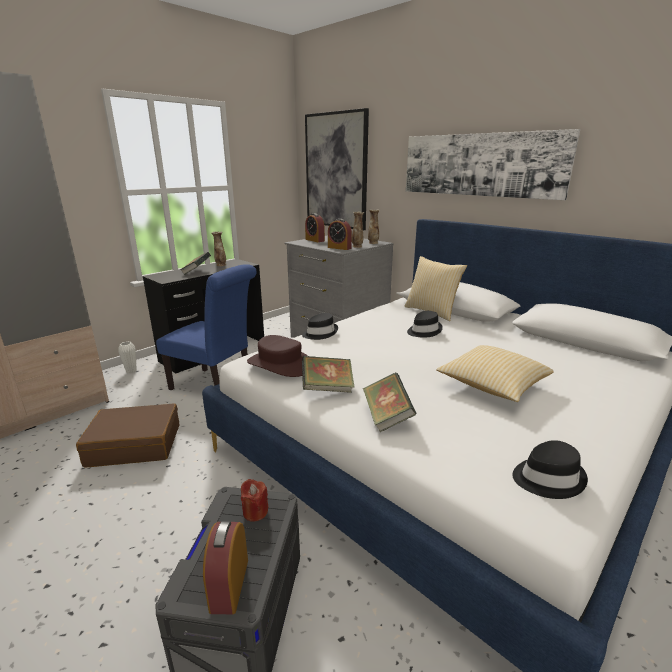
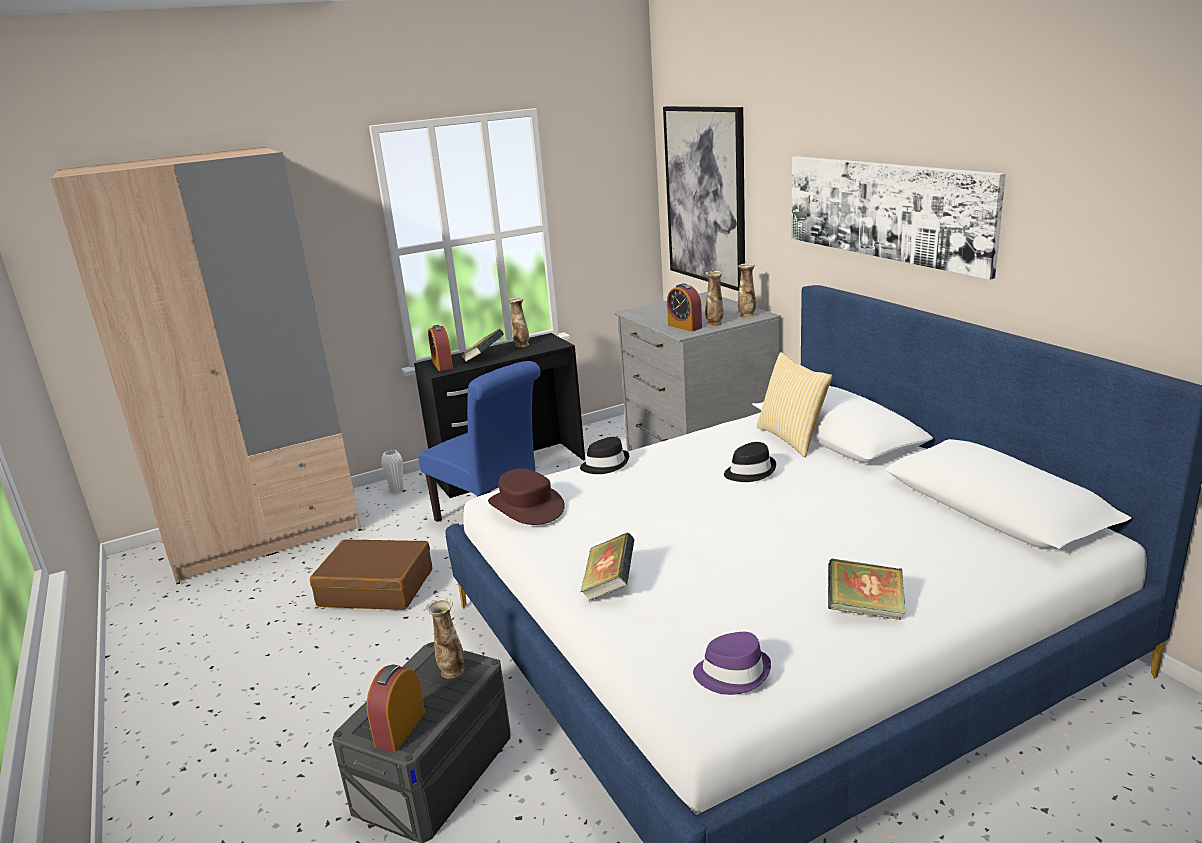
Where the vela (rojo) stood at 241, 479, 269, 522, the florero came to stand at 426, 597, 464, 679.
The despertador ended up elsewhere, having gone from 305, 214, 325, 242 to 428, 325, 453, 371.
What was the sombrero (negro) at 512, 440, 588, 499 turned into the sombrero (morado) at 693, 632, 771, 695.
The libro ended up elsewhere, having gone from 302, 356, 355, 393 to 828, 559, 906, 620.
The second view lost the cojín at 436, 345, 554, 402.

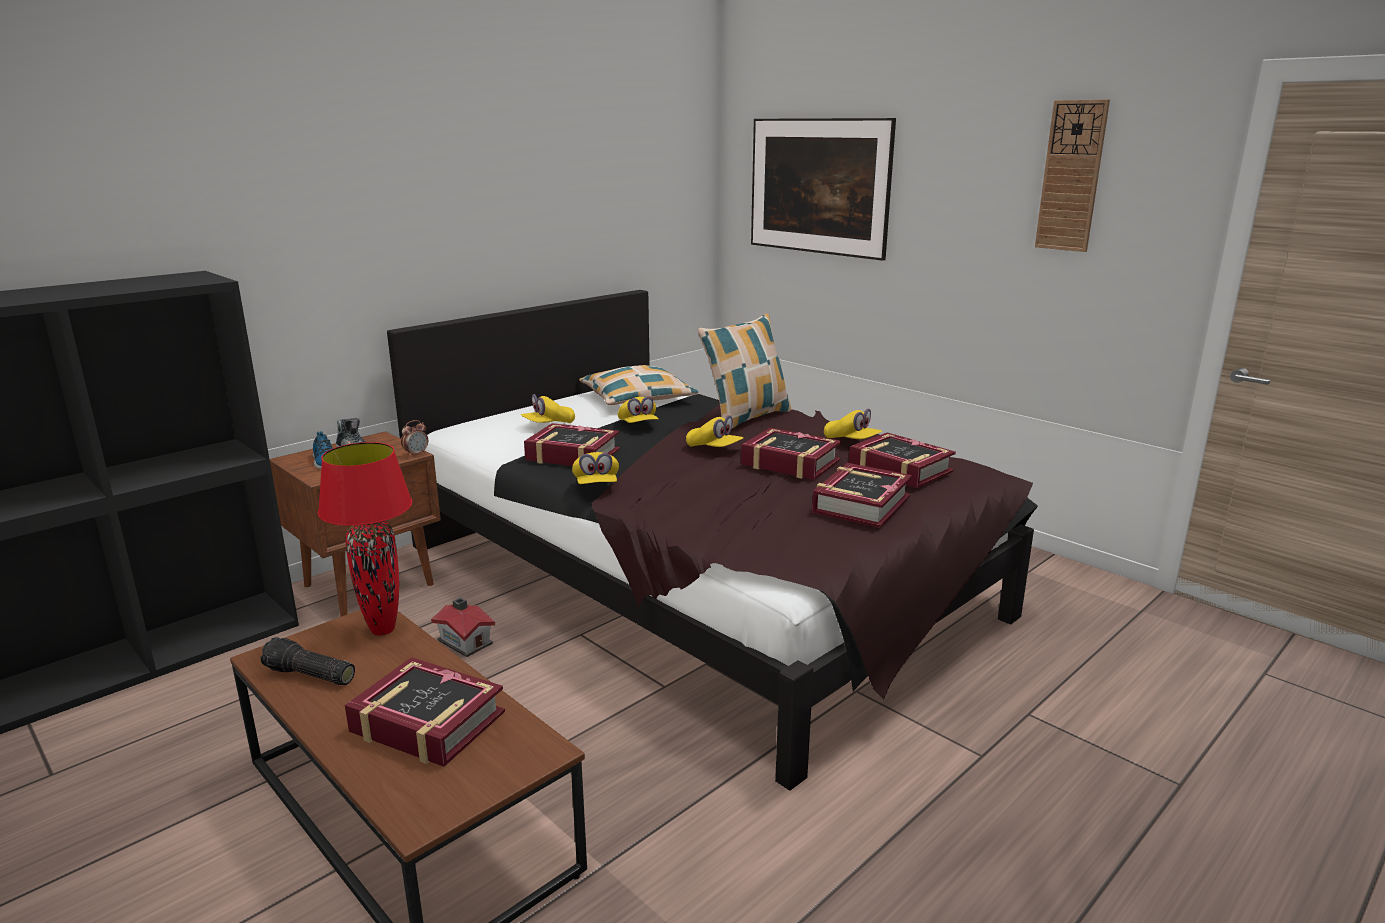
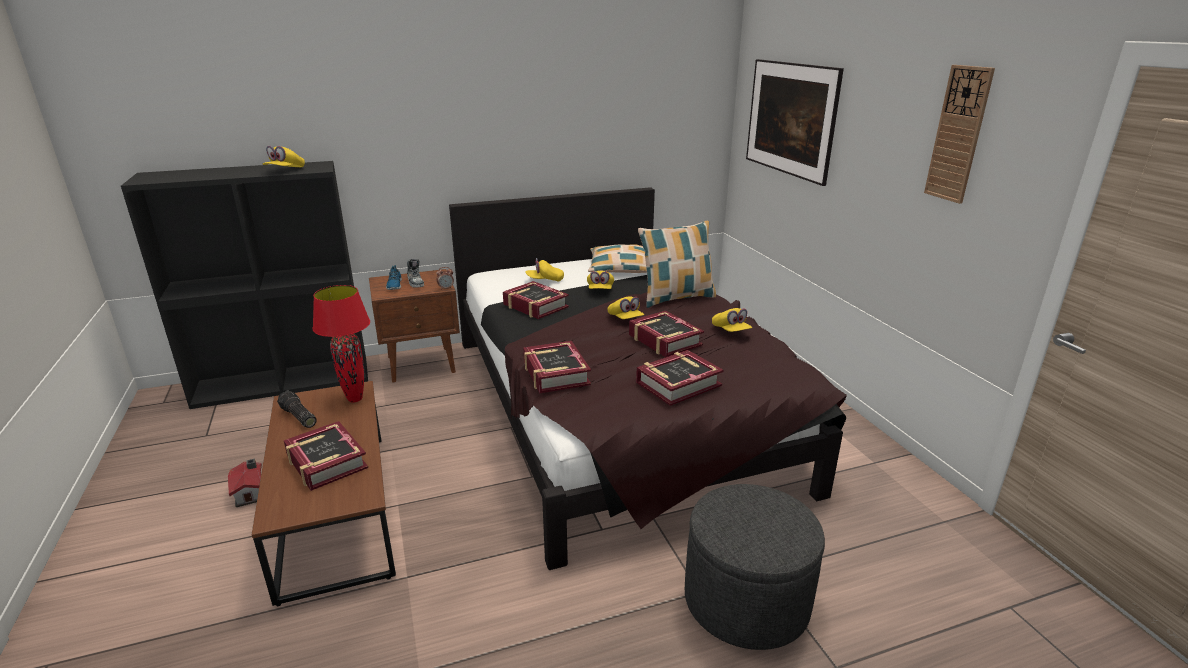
The casita ended up elsewhere, having gone from 431, 597, 495, 657 to 228, 459, 262, 507.
The gorra (amarillo) ended up elsewhere, having gone from 572, 452, 619, 484 to 263, 146, 305, 167.
The libro ended up elsewhere, having gone from 849, 432, 956, 488 to 523, 341, 591, 393.
The second view gained the puf (gris) at 685, 484, 825, 650.

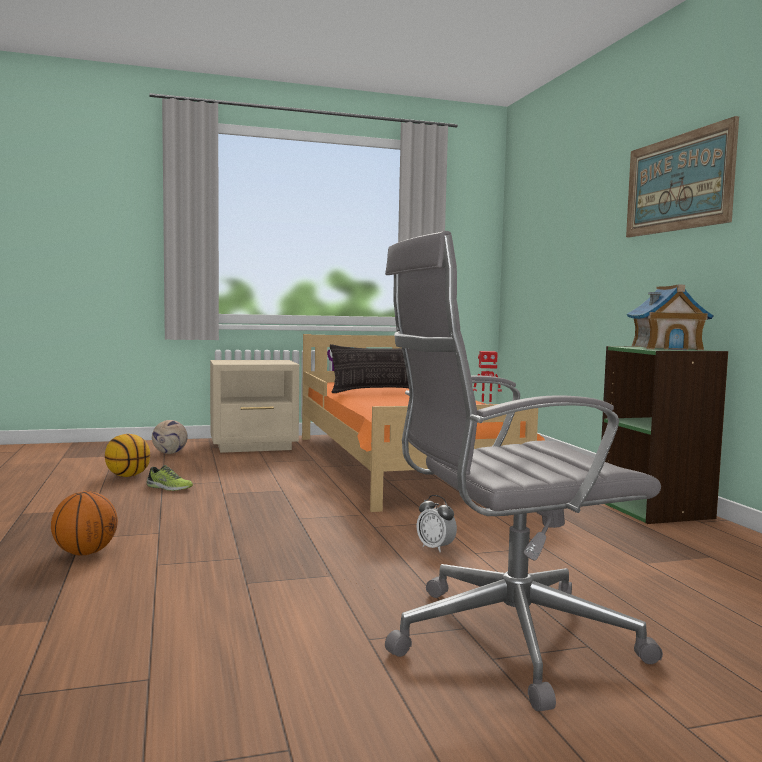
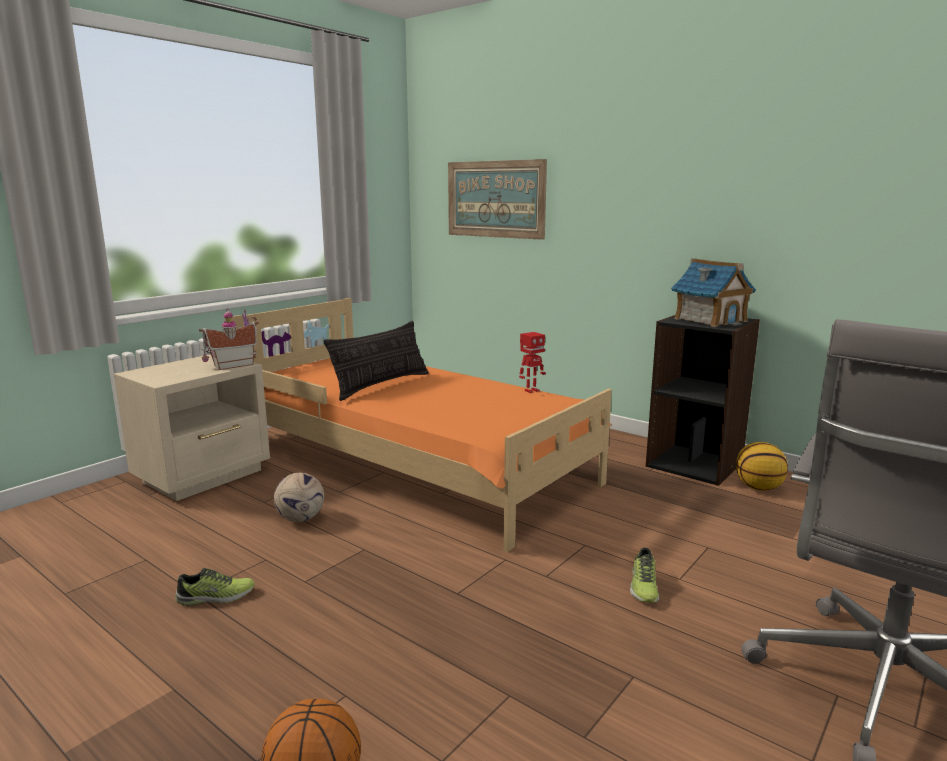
The second view gained the casita at 199, 308, 259, 370.
The balón de fútbol ended up elsewhere, having gone from 152, 420, 188, 454 to 274, 473, 324, 522.
The cuadro ended up elsewhere, having gone from 626, 116, 739, 237 to 448, 159, 547, 240.
Where the despertador stood at 417, 495, 457, 552, the zapato came to stand at 630, 548, 659, 603.
What was the estantería (verde) at 601, 346, 728, 524 turned into the estantería (negro) at 646, 315, 760, 486.
The balón de baloncesto ended up elsewhere, having gone from 105, 434, 150, 477 to 736, 442, 788, 491.

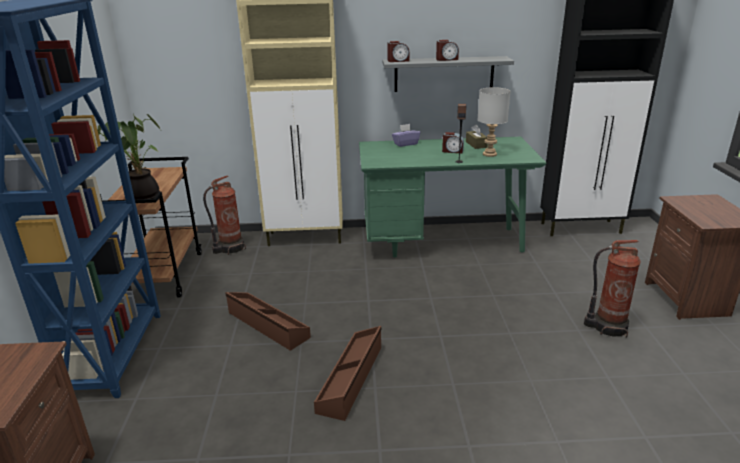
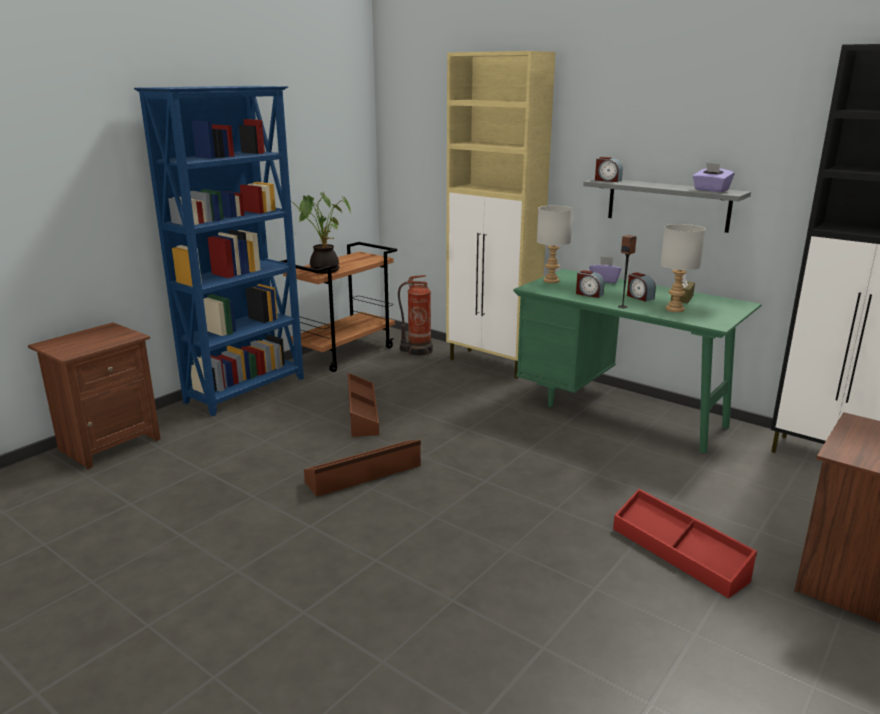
The second view gained the lámpara de mesa (gris) at 537, 206, 573, 283.
The despertador ended up elsewhere, having gone from 436, 40, 459, 61 to 576, 270, 604, 298.
Where the extintor stood at 584, 240, 641, 338, the caja de almacenaje (rojo) came to stand at 613, 489, 757, 598.
The second view gained the caja de pañuelos (morado) at 693, 162, 734, 192.

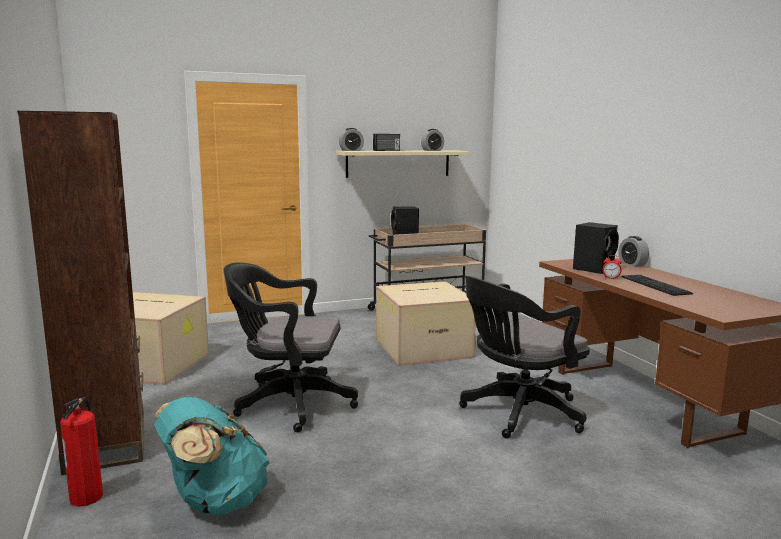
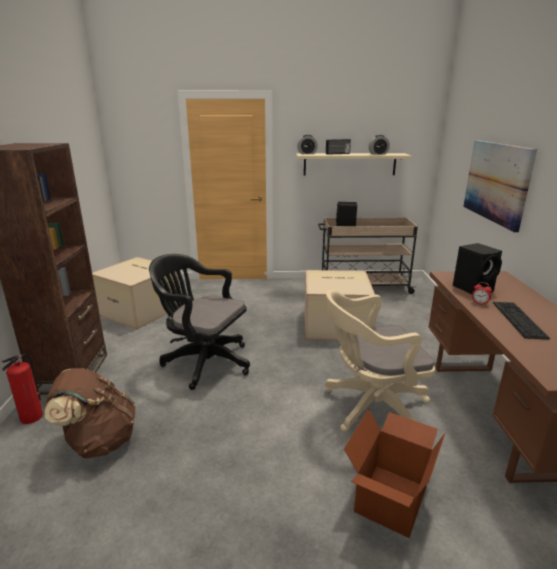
What was the mochila (turquesa) at 155, 397, 269, 515 turned into the mochila (marrón) at 45, 368, 135, 458.
What was the silla de oficina (negro) at 459, 276, 590, 438 turned into the silla de oficina (beis) at 325, 290, 435, 432.
The second view gained the caja de cartón at 344, 409, 445, 538.
The second view gained the cuadro at 463, 140, 537, 232.
The second view lost the despertador at 619, 236, 649, 267.

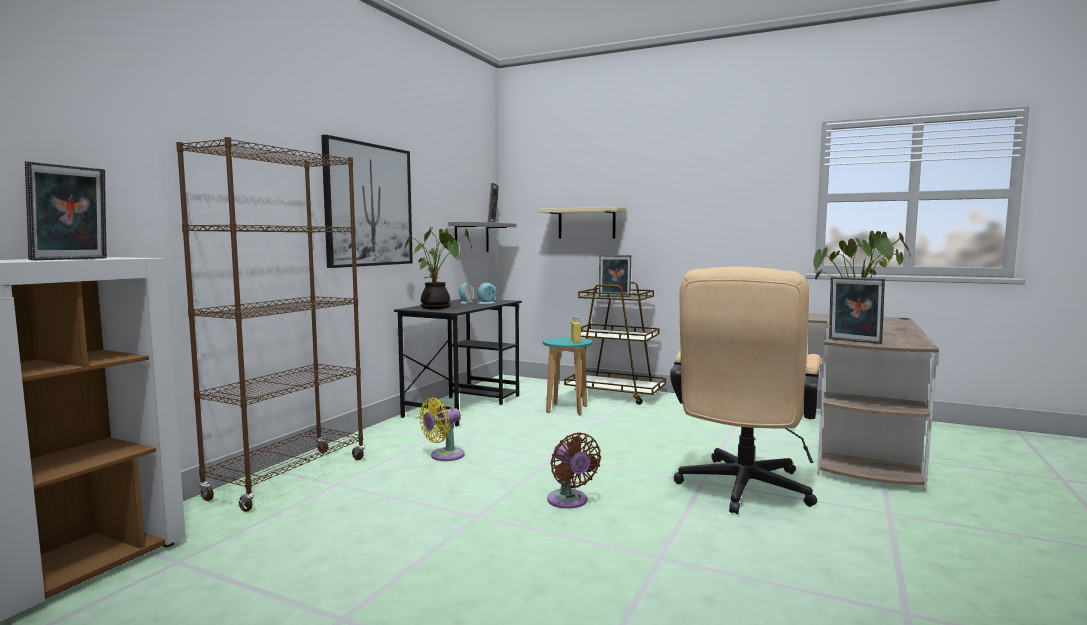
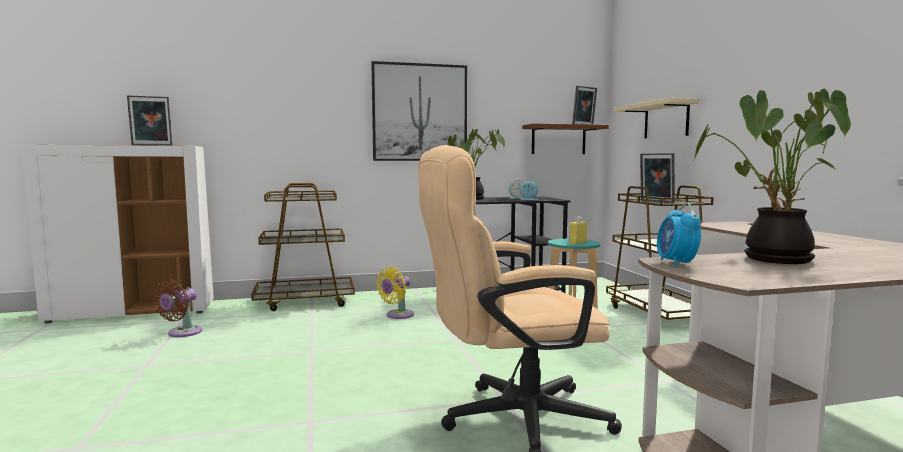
The ventilador (marrón) ended up elsewhere, having gone from 547, 432, 601, 509 to 154, 279, 202, 337.
Where the estantería (marrón) stood at 176, 137, 365, 512, the carrito (marrón) came to stand at 251, 183, 355, 311.
The ventilador (amarillo) at 419, 397, 465, 461 ended up facing another way, 60 degrees counterclockwise from before.
What was the estante (gris) at 448, 222, 517, 252 turned into the estante (marrón) at 522, 123, 609, 154.
Where the portarretratos stood at 829, 277, 885, 344, the despertador came to stand at 657, 203, 701, 267.

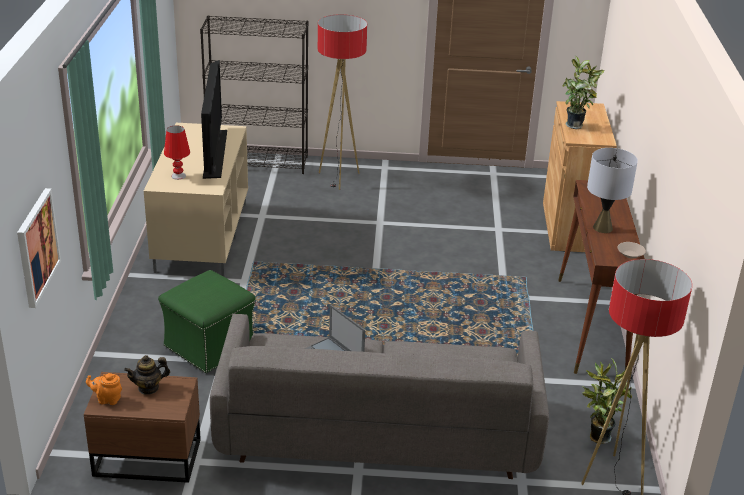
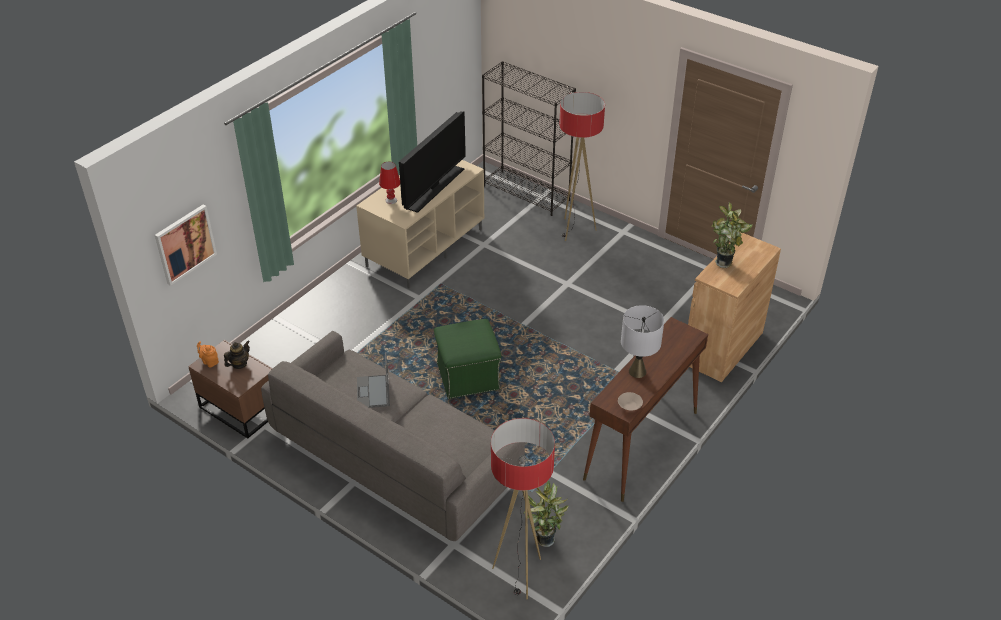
The tetera at 124, 355, 170, 395 ended up facing another way, 120 degrees clockwise from before.
The puf (verde) ended up elsewhere, having gone from 158, 270, 256, 373 to 434, 319, 502, 399.

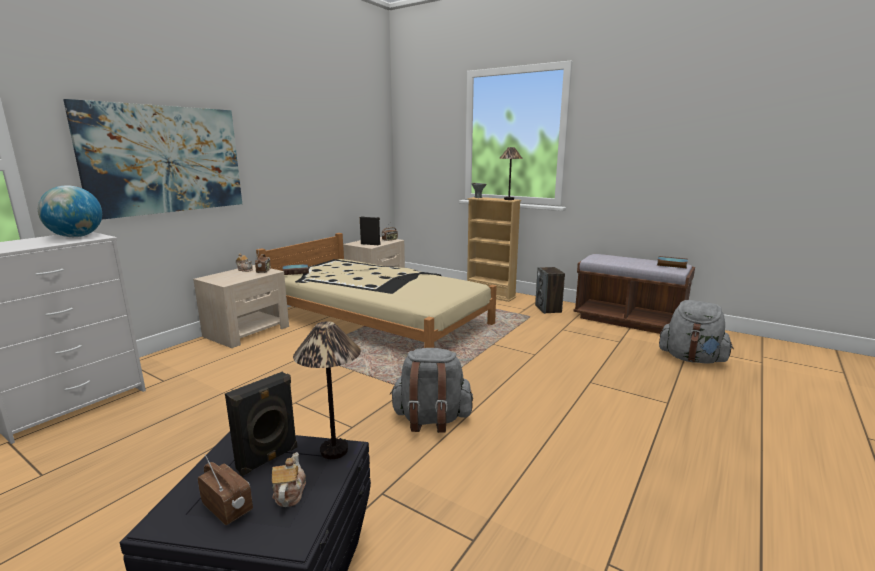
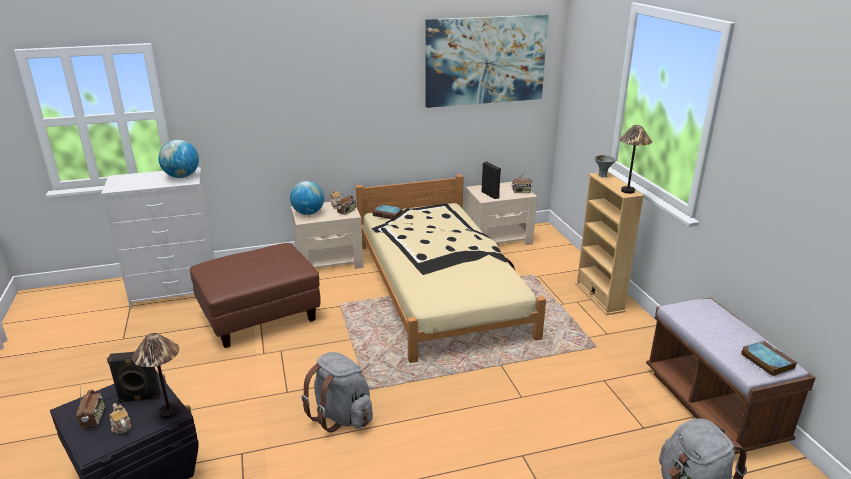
The tetera at 272, 452, 306, 507 ended up facing another way, 75 degrees counterclockwise from before.
The second view gained the puf (marrón) at 190, 243, 321, 348.
The second view gained the globo terráqueo at 290, 181, 324, 215.
The cuadro ended up elsewhere, having gone from 63, 99, 242, 220 to 426, 14, 549, 108.
The second view lost the altavoz at 535, 267, 565, 314.

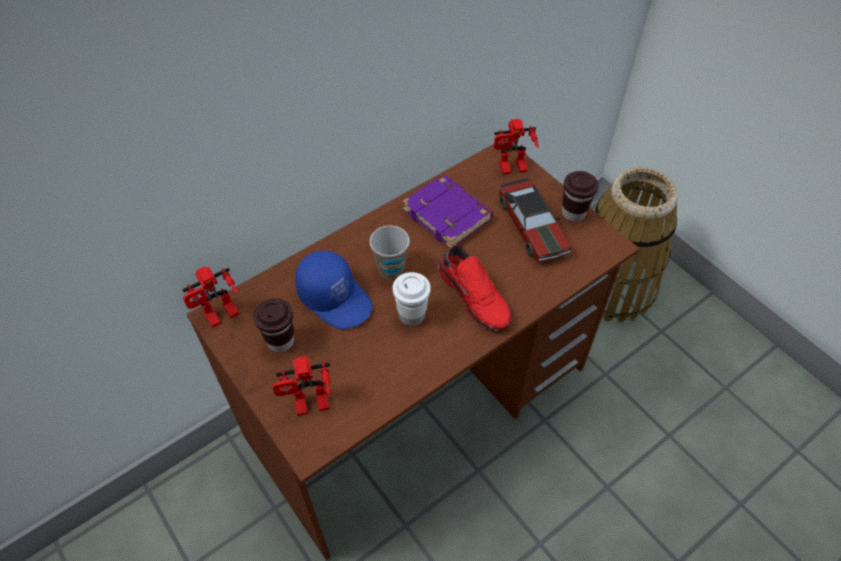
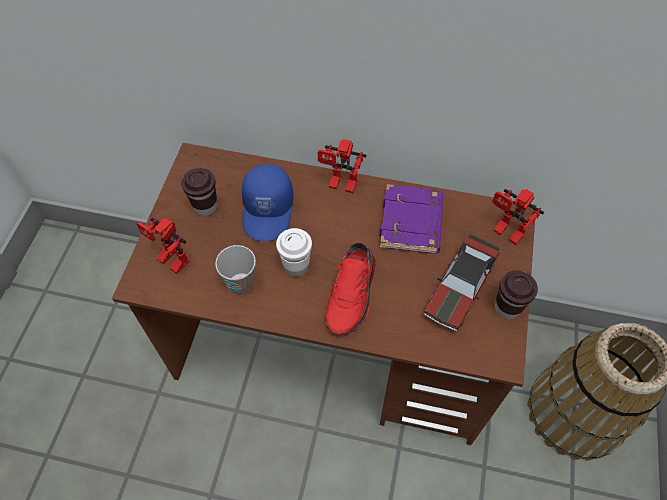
The taza ended up elsewhere, having gone from 370, 225, 410, 279 to 215, 245, 256, 295.
The robot de juguete ended up elsewhere, having gone from 182, 266, 239, 328 to 318, 139, 366, 193.

